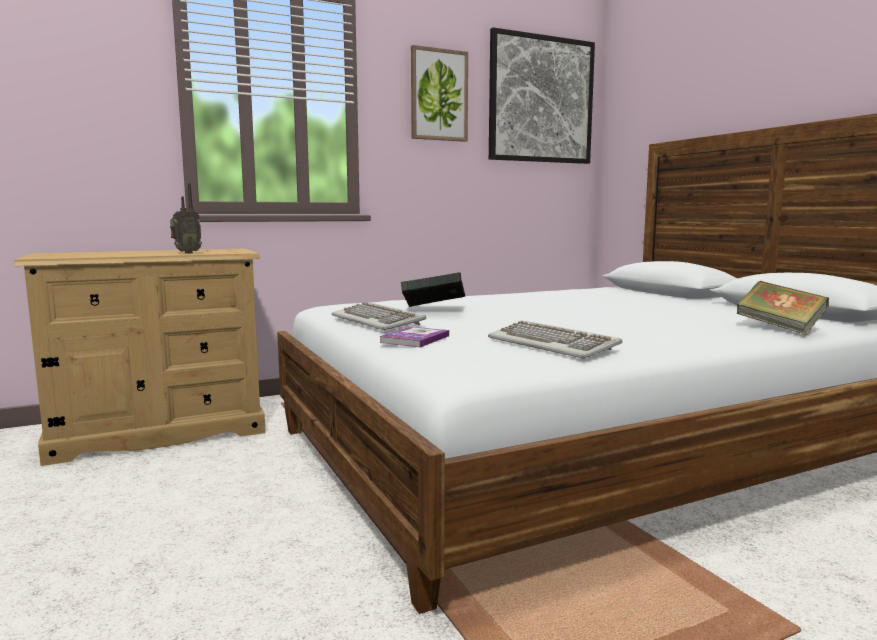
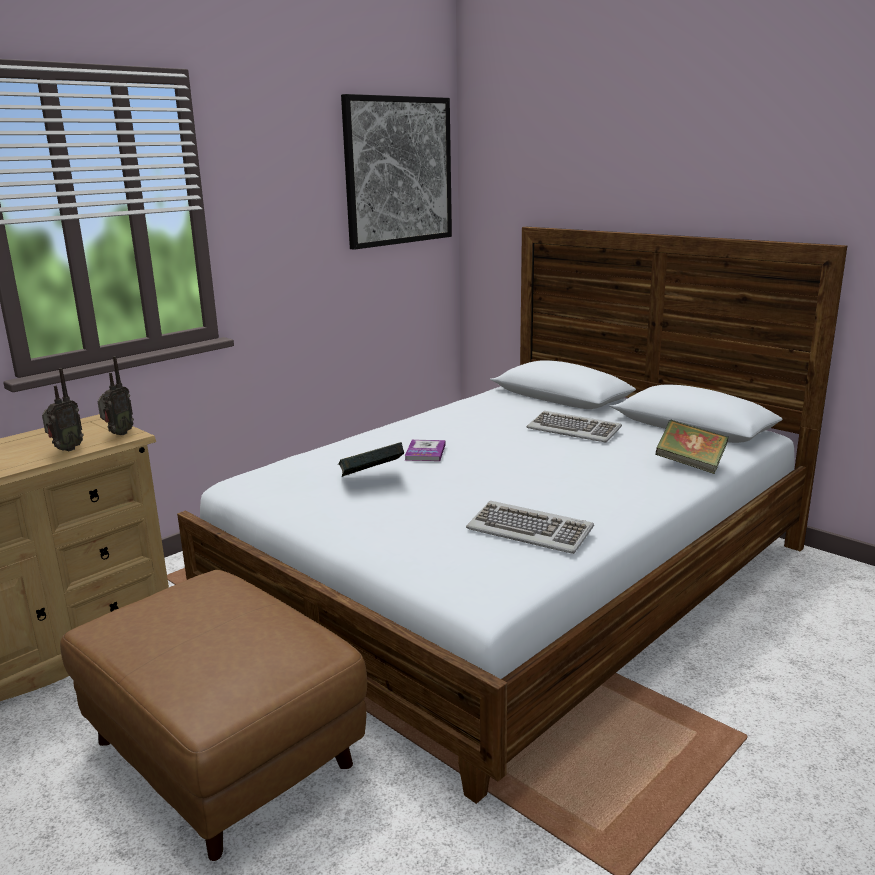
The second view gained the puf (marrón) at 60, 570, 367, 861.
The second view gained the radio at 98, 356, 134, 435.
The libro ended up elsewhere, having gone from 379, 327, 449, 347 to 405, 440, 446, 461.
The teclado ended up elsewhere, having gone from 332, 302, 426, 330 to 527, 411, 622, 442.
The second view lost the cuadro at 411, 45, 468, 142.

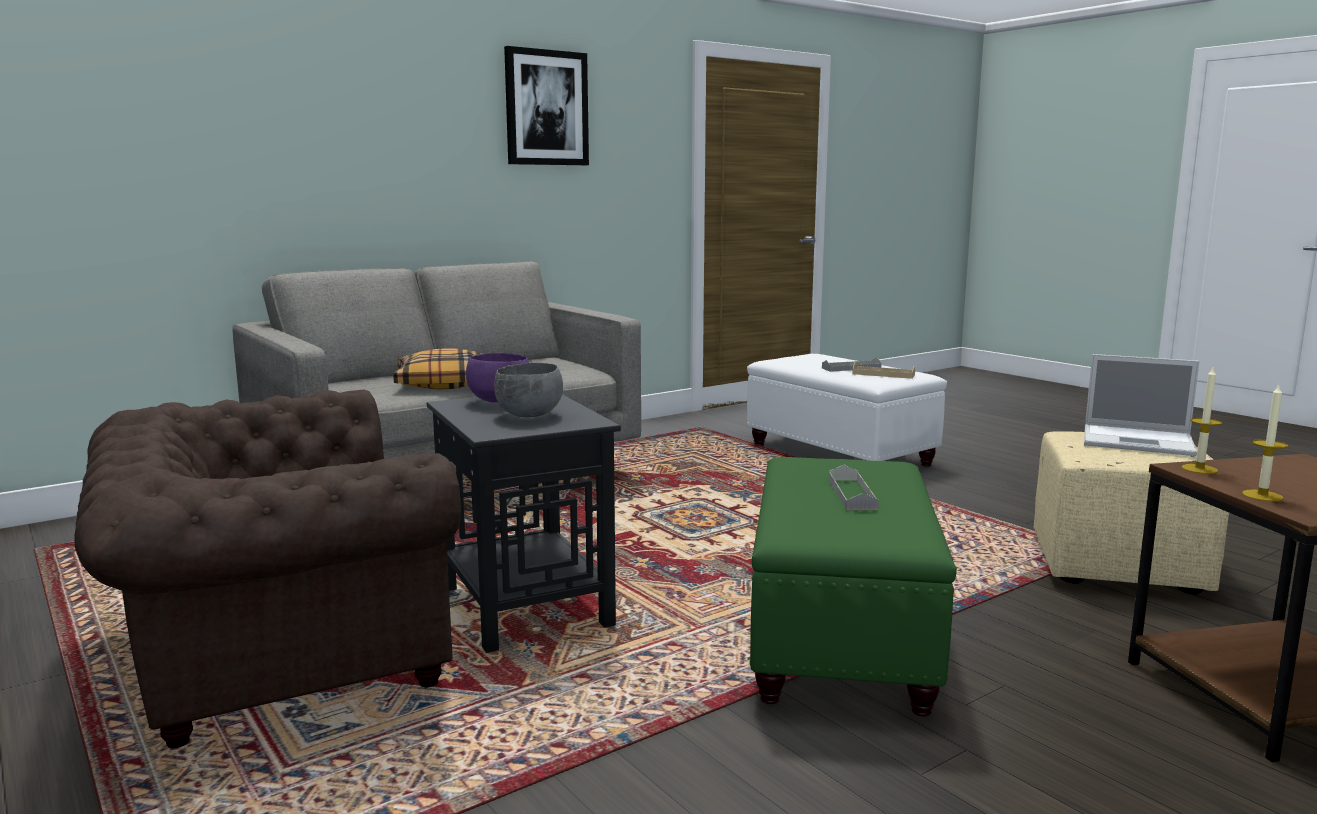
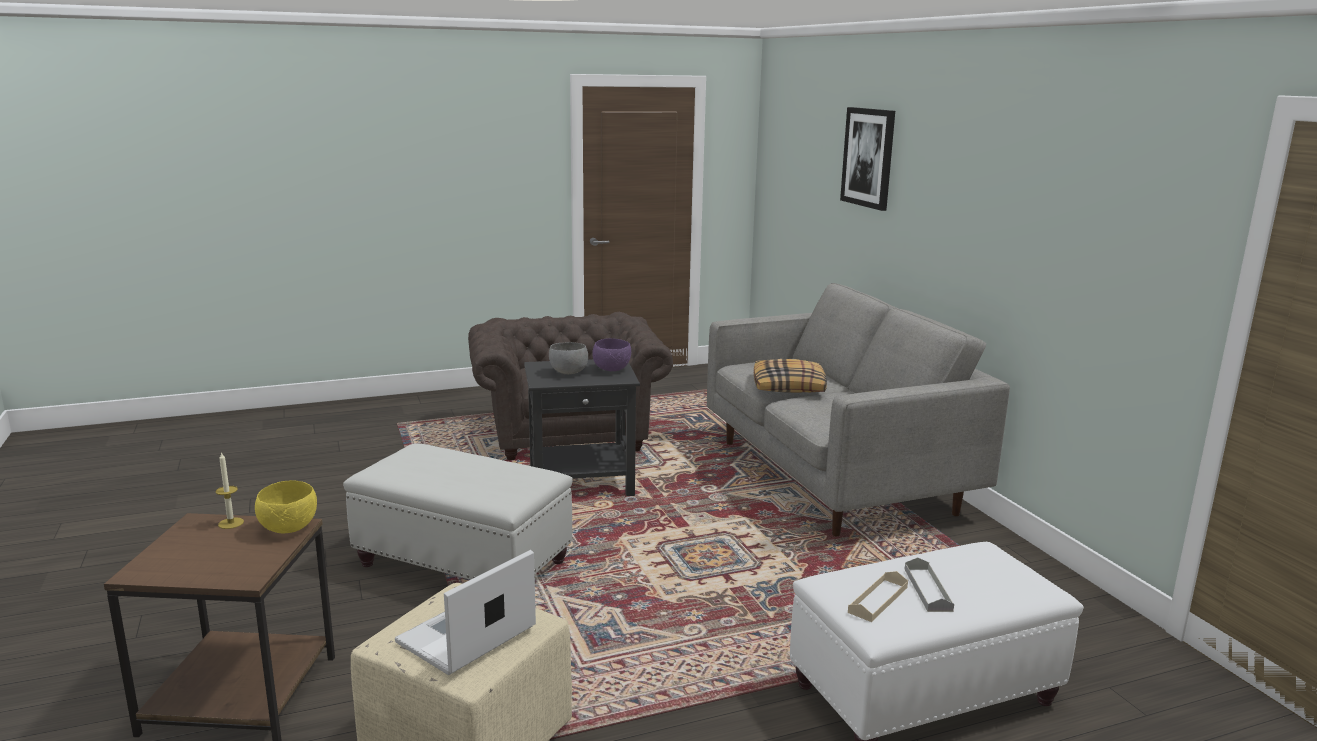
Where the vela stood at 1181, 368, 1222, 474, the cuenco (amarillo) came to stand at 255, 480, 317, 533.
What was the puf (verde) at 750, 457, 957, 716 turned into the puf (blanco) at 343, 443, 573, 580.
The cuadro ended up elsewhere, having gone from 504, 46, 589, 165 to 840, 107, 895, 211.
The second view lost the bandeja (gris) at 829, 465, 879, 510.

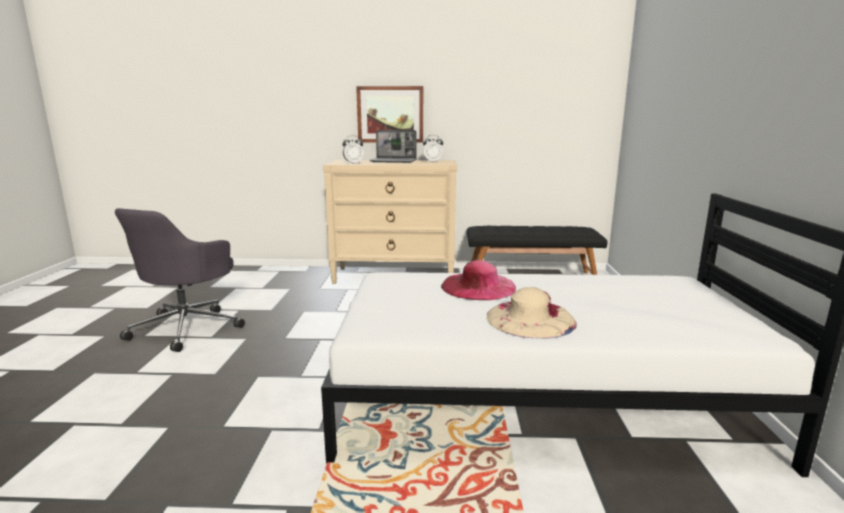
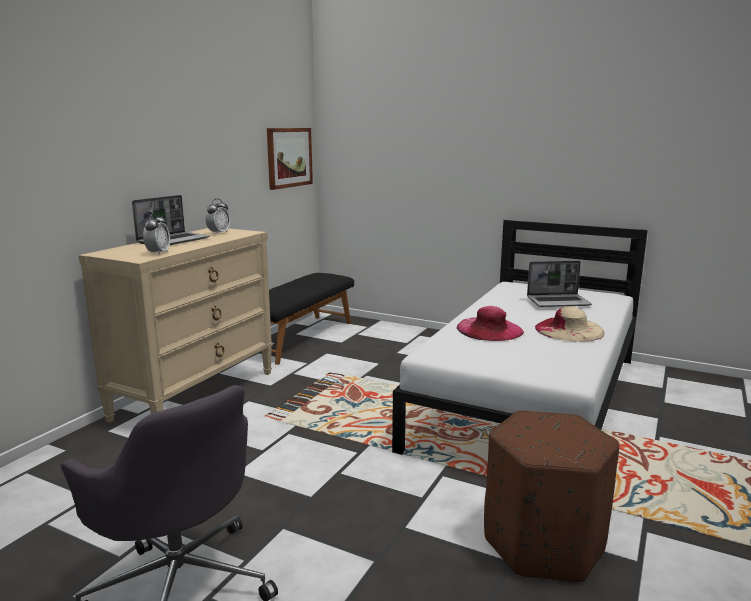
The cuadro ended up elsewhere, having gone from 356, 86, 423, 143 to 267, 128, 313, 190.
The second view gained the puf (marrón) at 484, 410, 619, 583.
The second view gained the portátil at 527, 261, 592, 307.

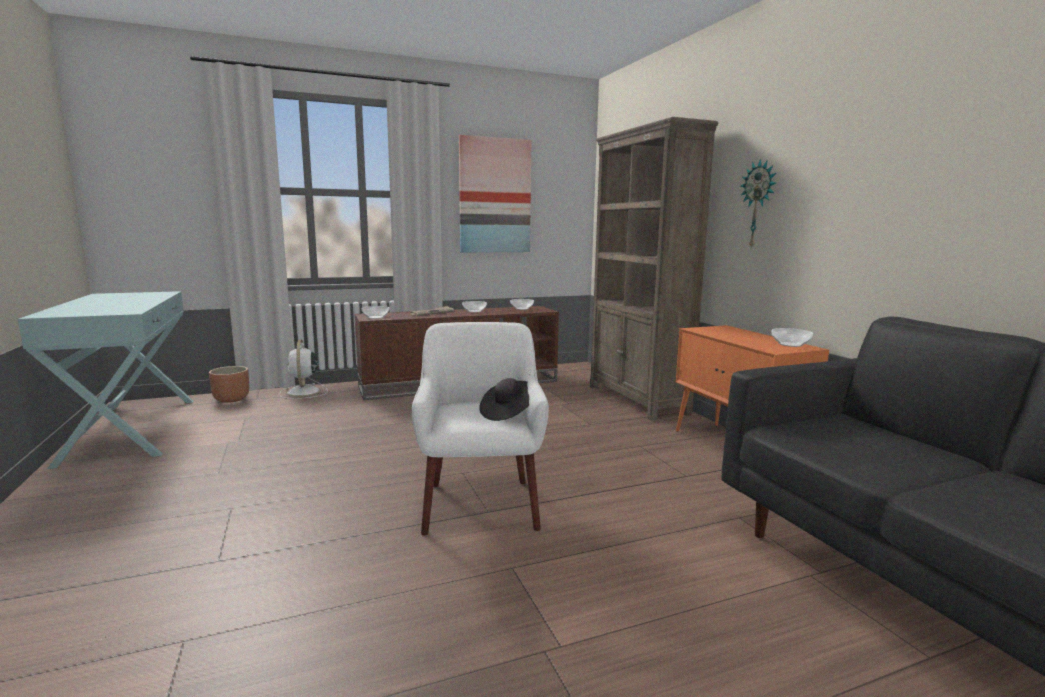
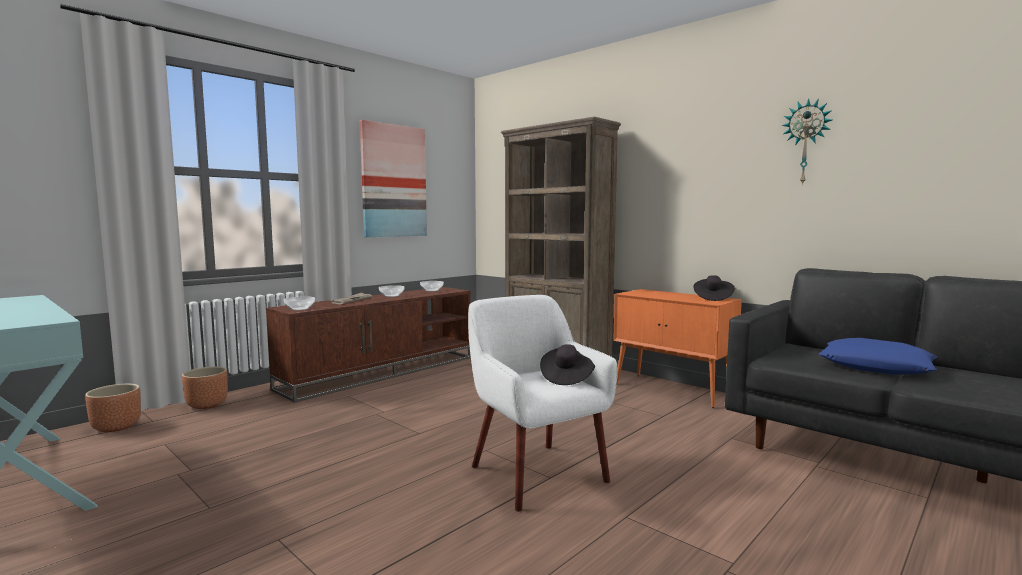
Where the ventilador (blanco) stood at 279, 340, 328, 399, the maceta (marrón) came to stand at 182, 367, 228, 409.
Where the cuenco stood at 771, 328, 813, 347, the sombrero (negro) came to stand at 694, 275, 734, 301.
The reloj de pared ended up elsewhere, having gone from 741, 159, 776, 249 to 782, 98, 832, 185.
The second view gained the cojín (azul) at 819, 338, 937, 375.

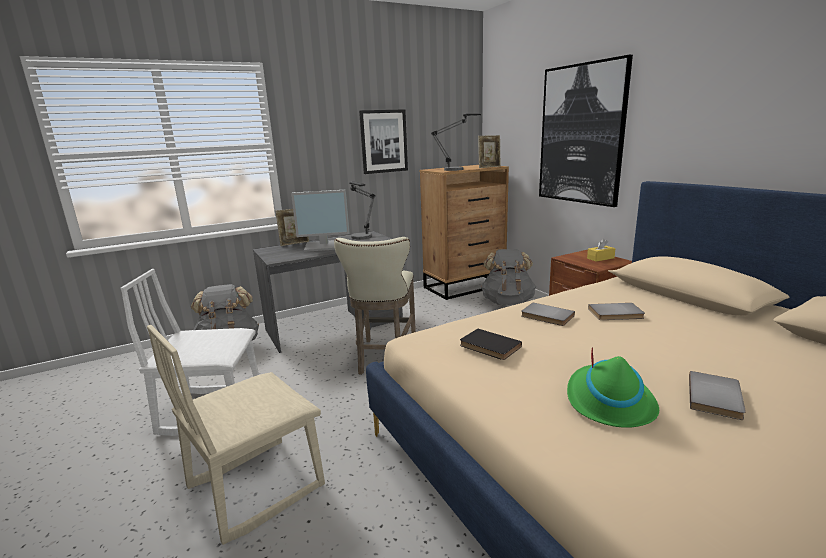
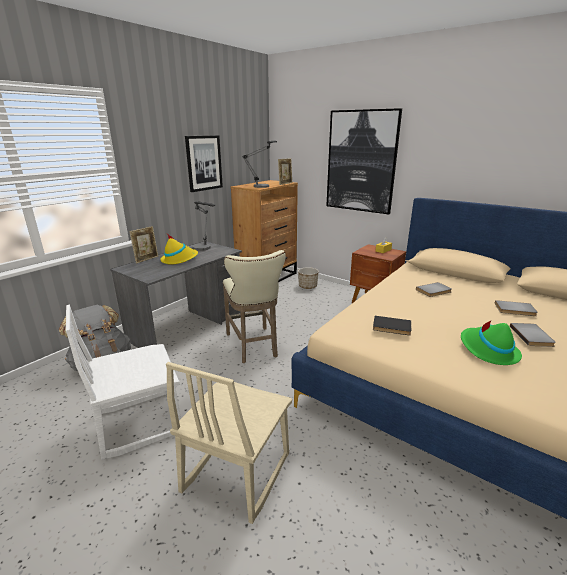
Where the monitor stood at 291, 190, 350, 252, the sombrero (amarillo) came to stand at 161, 234, 198, 265.
Where the mochila (gris) stood at 481, 249, 536, 305, the maceta came to stand at 298, 267, 319, 289.
The libro (gris) ended up elsewhere, having gone from 521, 303, 575, 326 to 494, 300, 538, 316.

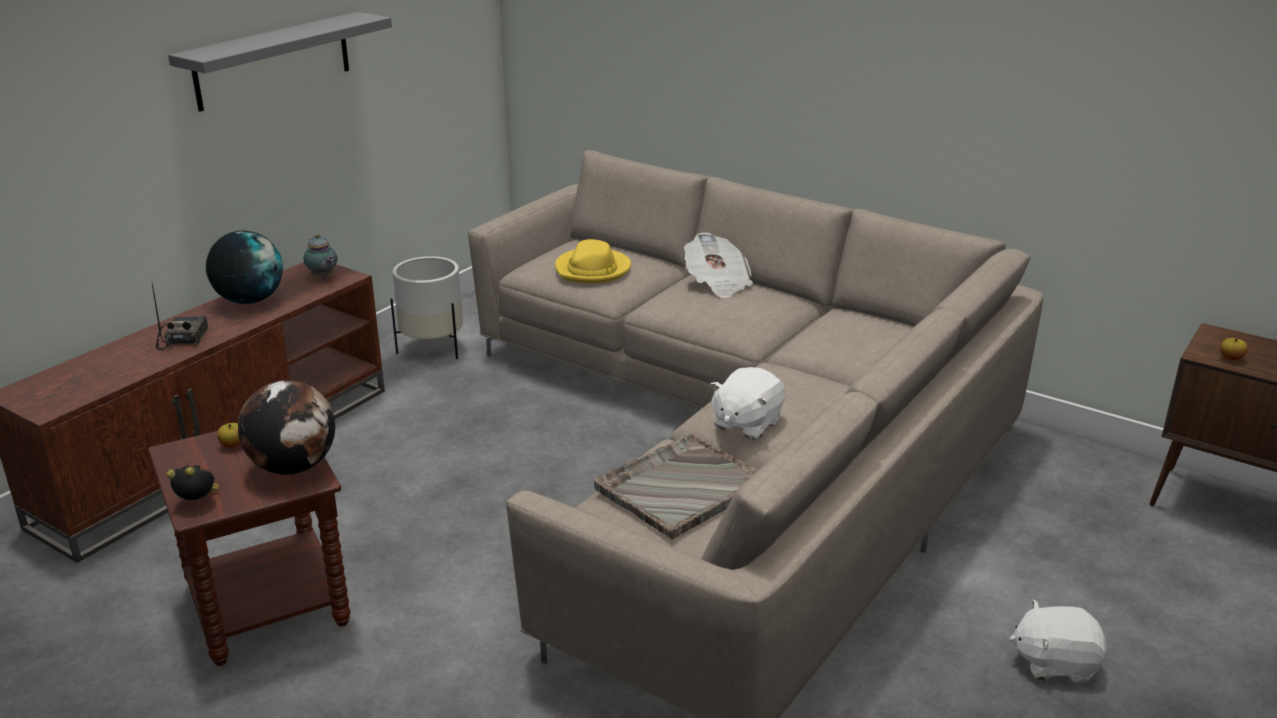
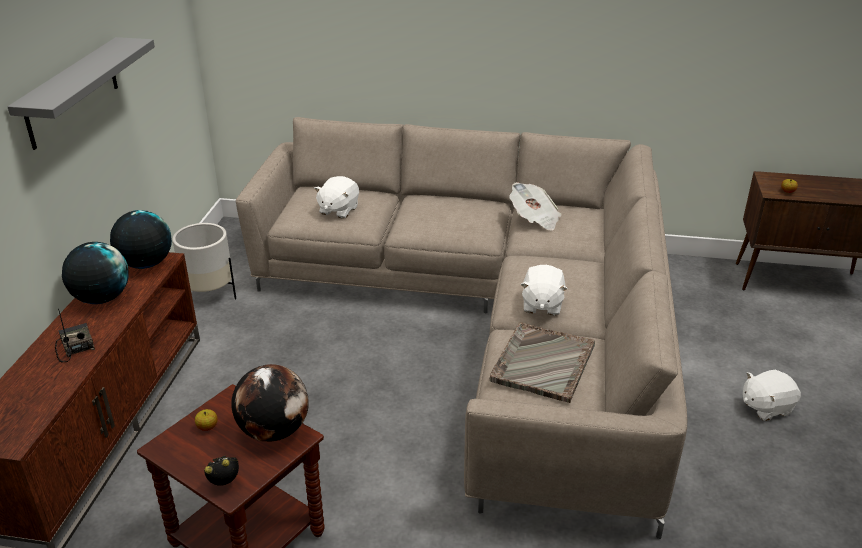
Where the tetera stood at 303, 234, 337, 278, the globo terráqueo came to stand at 110, 210, 172, 269.
Where the sombrero (amarillo) stood at 555, 239, 631, 284, the peluche (blanco) came to stand at 314, 176, 359, 219.
The periódico ended up elsewhere, having gone from 684, 232, 753, 298 to 509, 182, 562, 231.

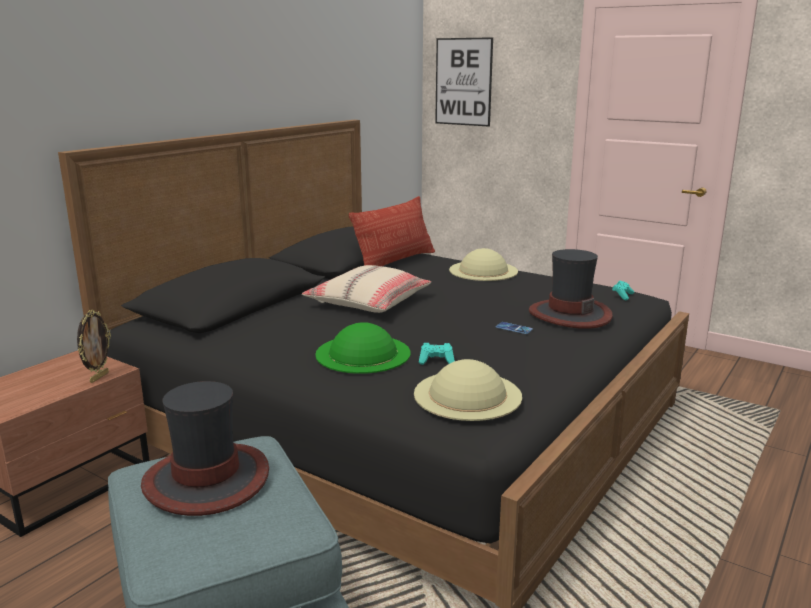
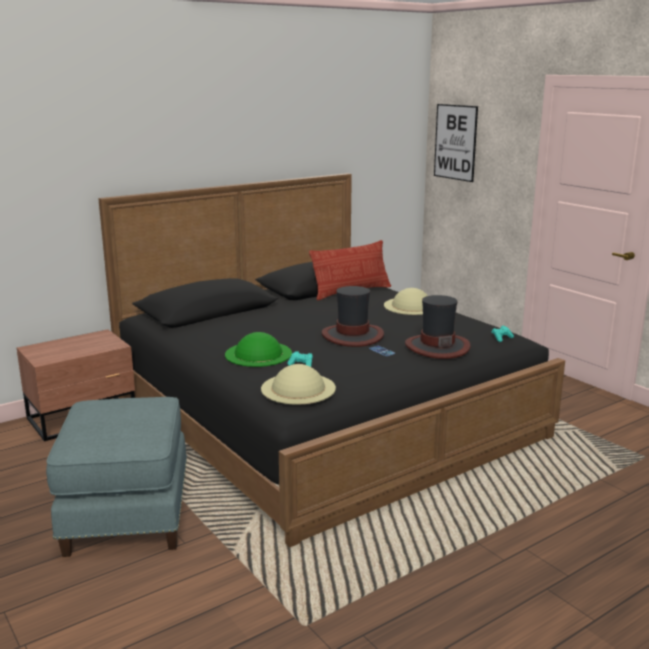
The sombrero ended up elsewhere, having gone from 141, 381, 269, 516 to 321, 286, 384, 347.
The second view lost the portarretratos at 77, 309, 111, 383.
The second view lost the cojín (beis) at 302, 265, 431, 313.

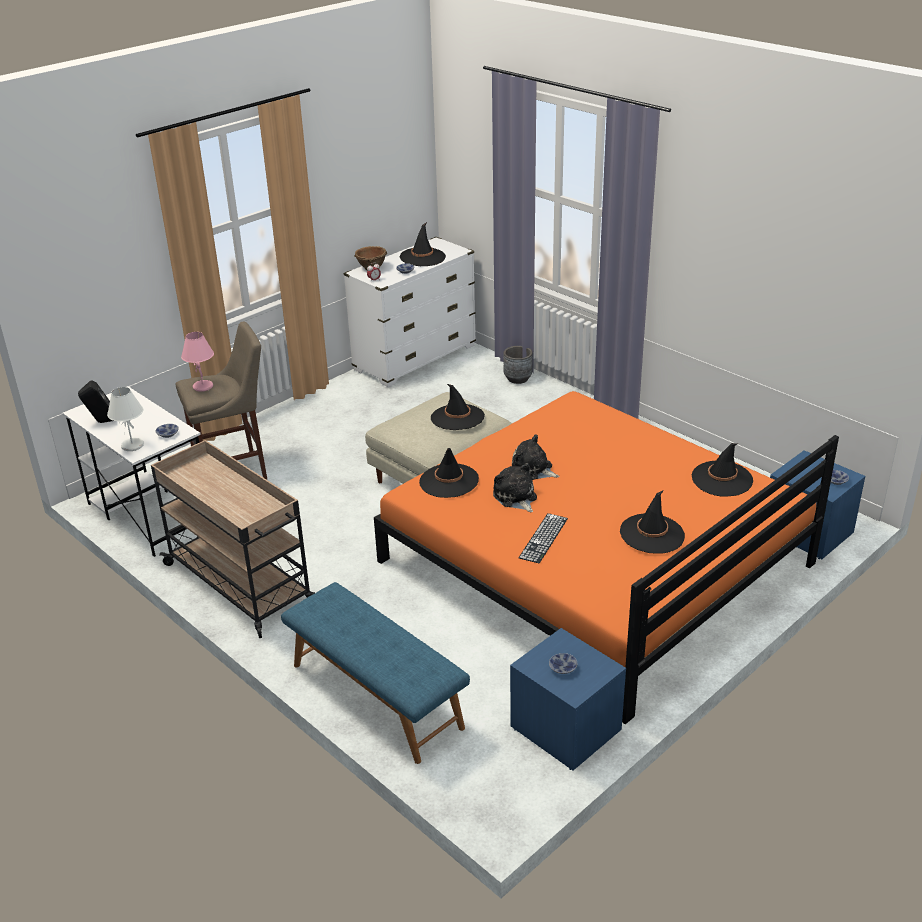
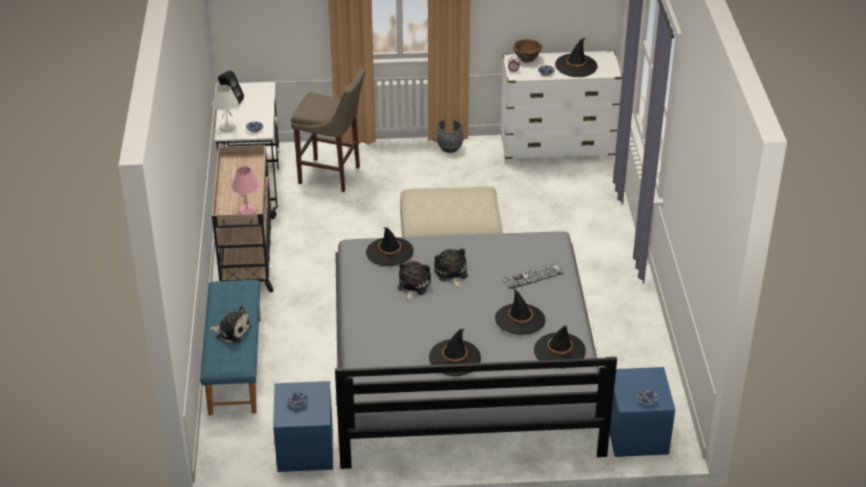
The second view gained the peluche at 209, 306, 251, 343.
The lámpara de mesa (rosa) ended up elsewhere, having gone from 181, 332, 214, 392 to 231, 166, 259, 214.
What was the cama (naranja) at 374, 391, 839, 724 turned into the cama (gris) at 335, 232, 617, 469.
The maceta (gris) ended up elsewhere, having gone from 504, 346, 533, 384 to 437, 119, 463, 153.
The sombrero (negro) ended up elsewhere, having gone from 431, 384, 485, 430 to 495, 288, 545, 335.
The teclado ended up elsewhere, having gone from 519, 513, 568, 563 to 502, 263, 564, 289.

